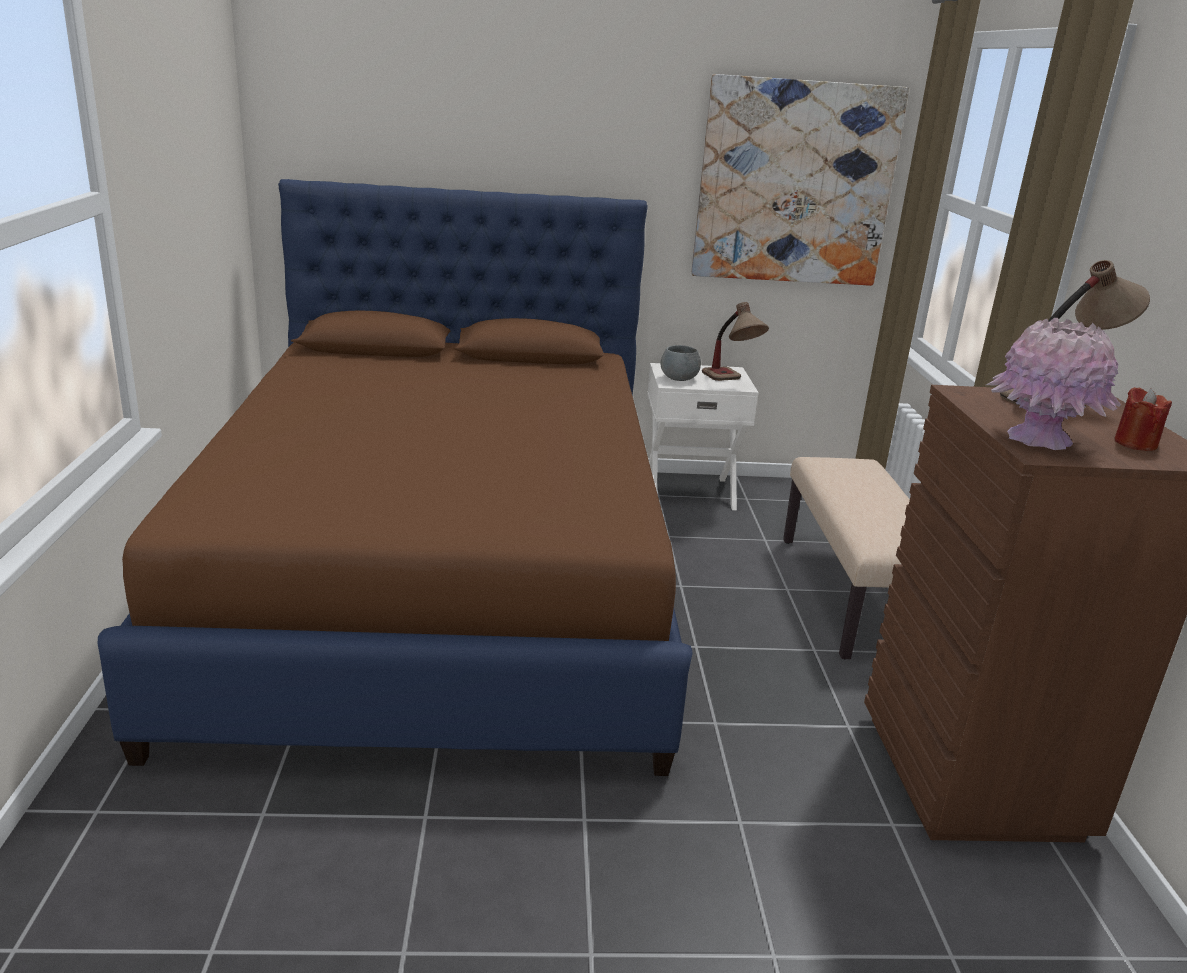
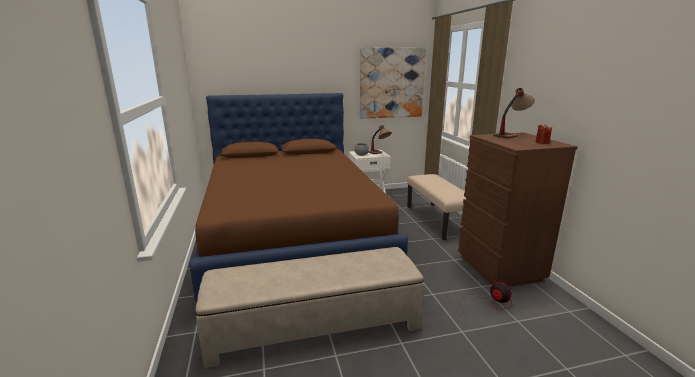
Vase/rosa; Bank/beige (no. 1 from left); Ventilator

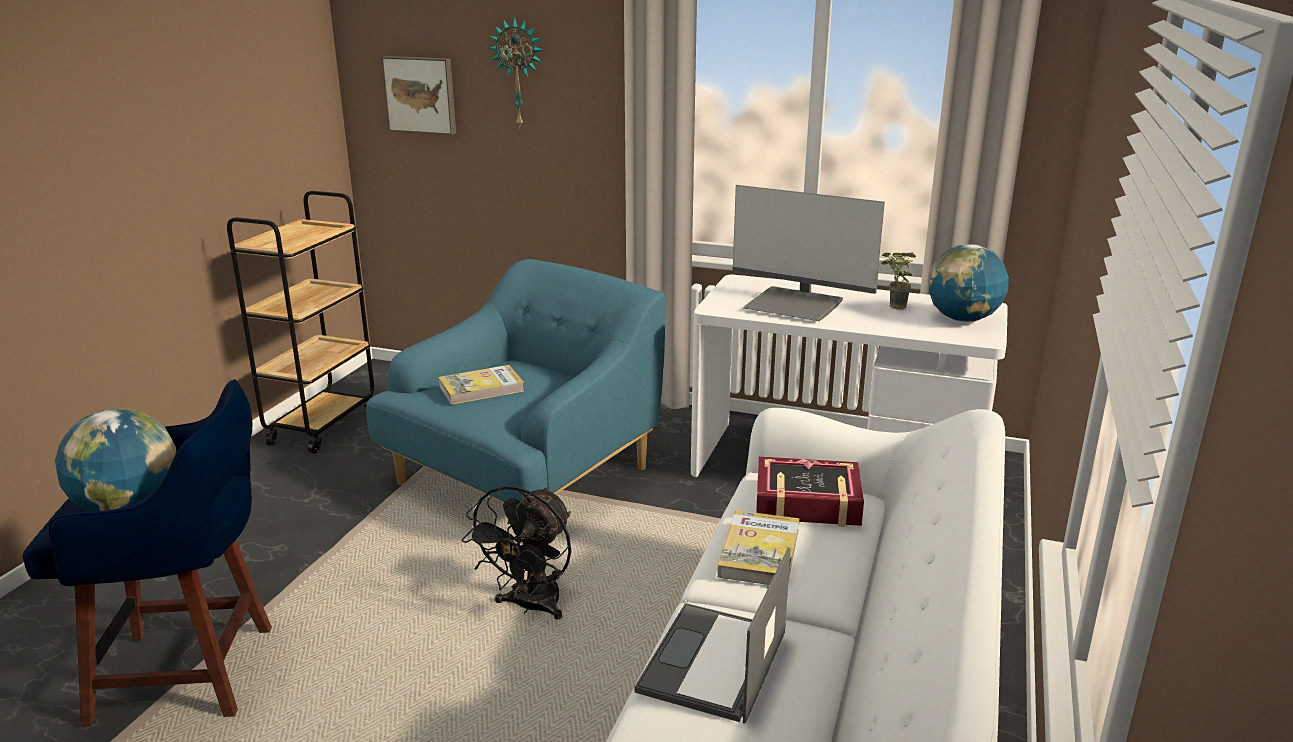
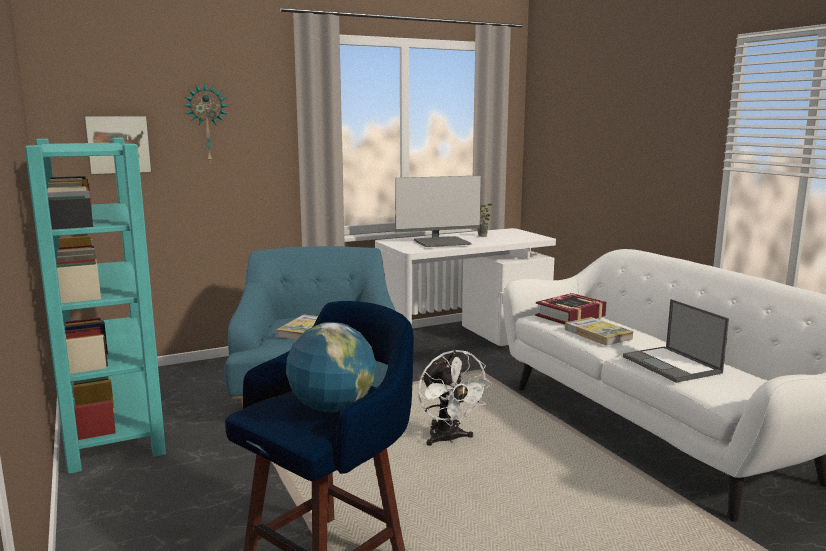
Bücherregal/türkis; Ventilator/weiß; Globus (no. 2 from left in the first image)

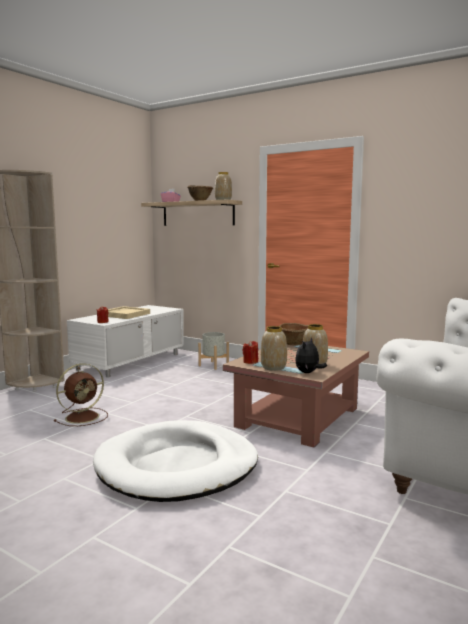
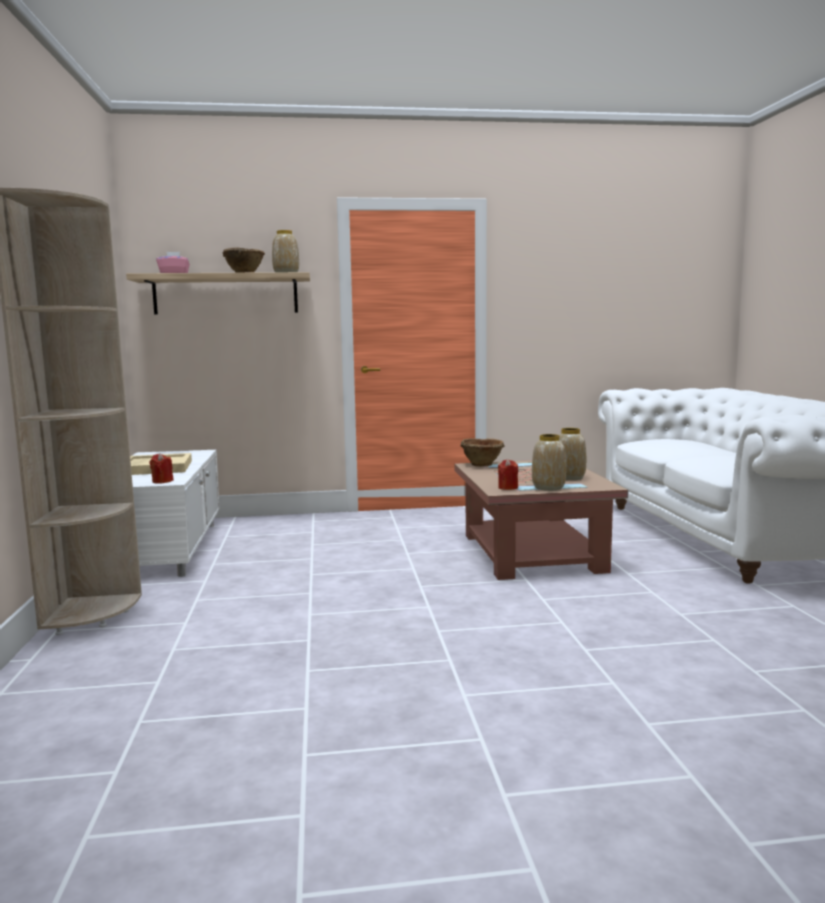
Ventilator/braun; Hundebett/weiß; Pflanzkübel/grau; Plüschtier

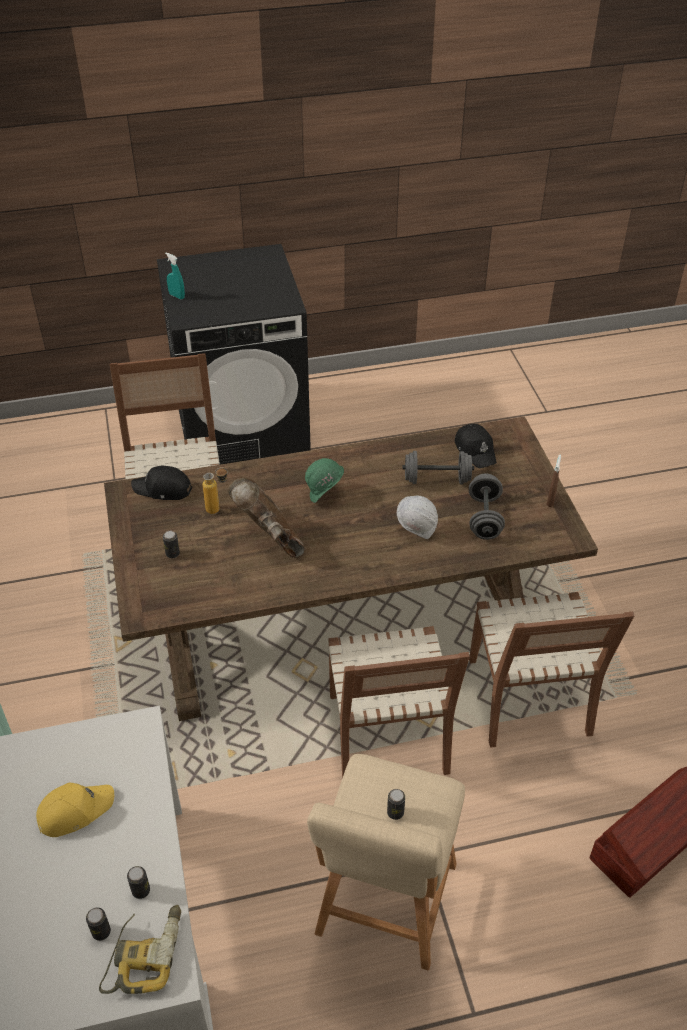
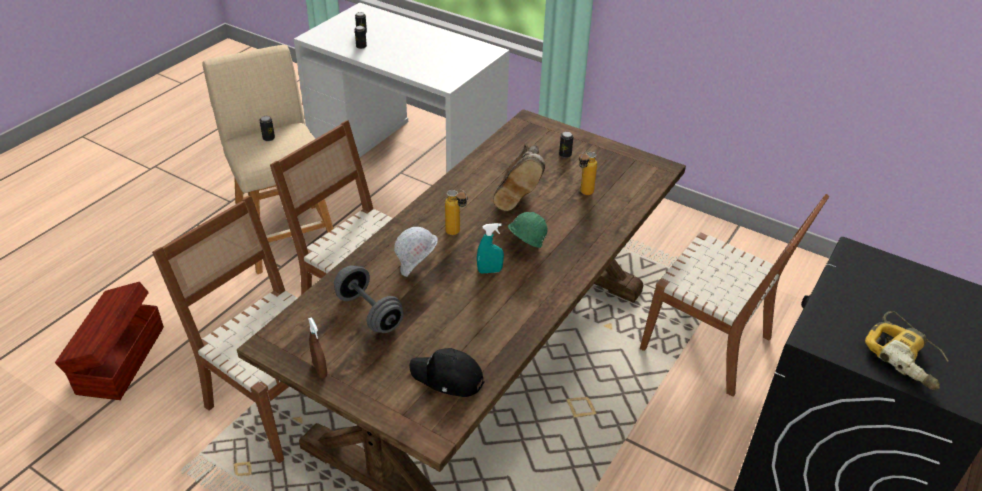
Kappe/gelb; Bohrmaschine; Kappe/schwarz (no. 1 from left in the first image); Sprühflasche/türkis; Stiefel/braun; Hantel/grau (no. 1 from left in the first image); Flasche (no. 1 from left)

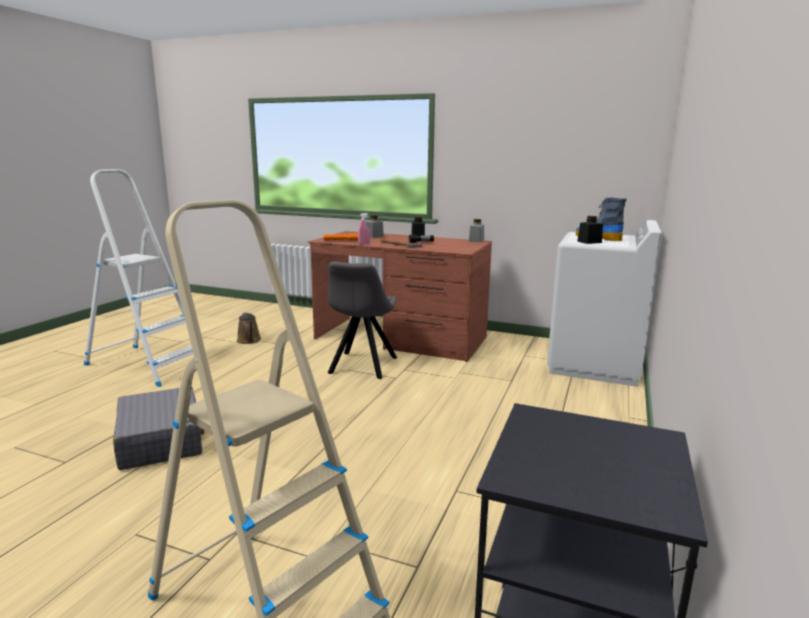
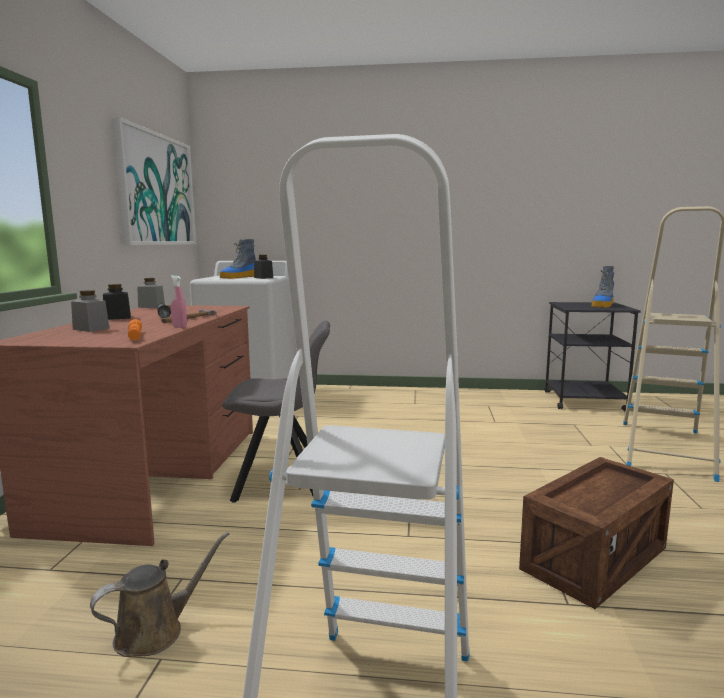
Kiste; Bild; Stiefel (no. 2 from left)

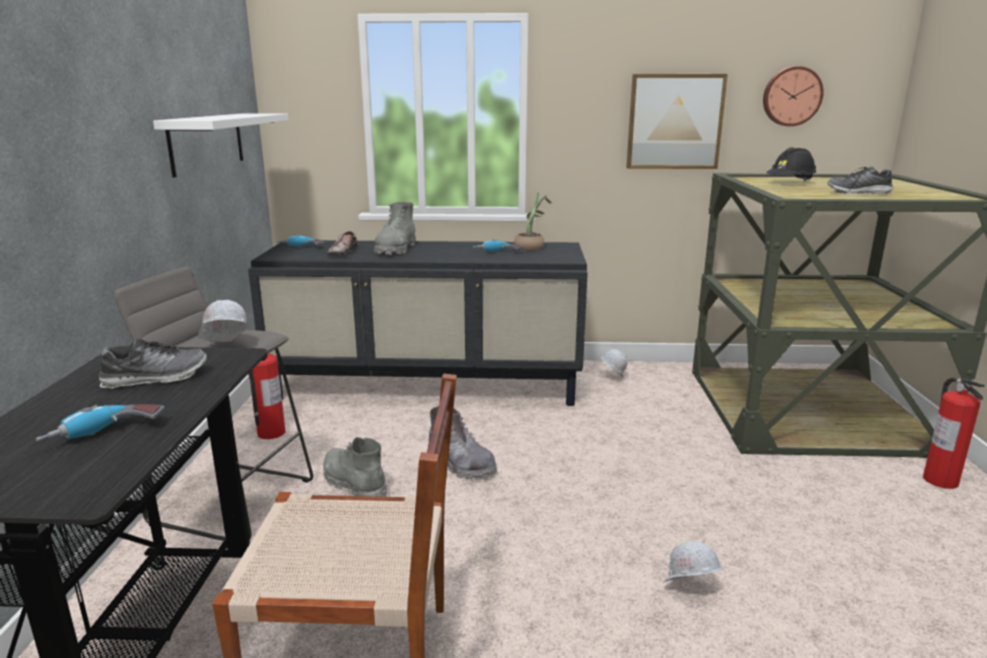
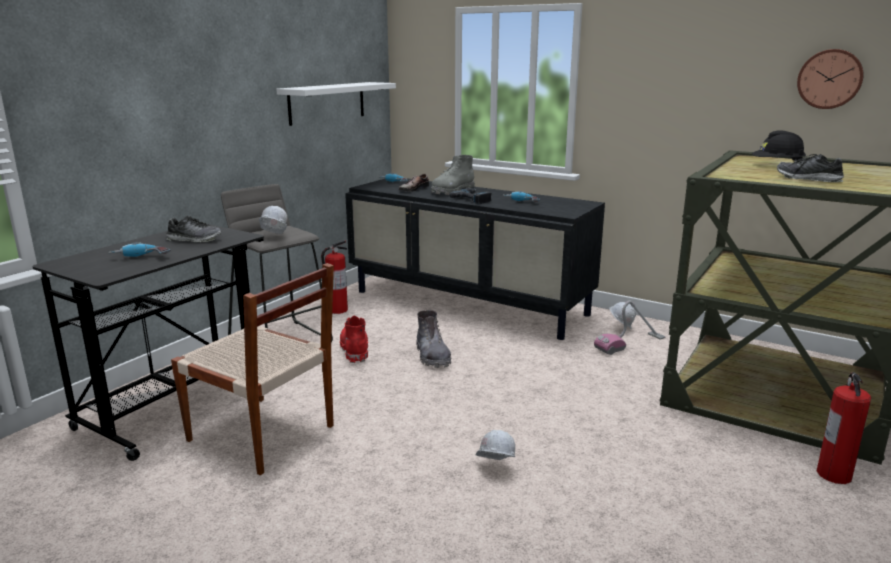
Stiefel/rot; Topfpflanze; Bild; Bohrmaschine (no. 3 from left); Staubsauger

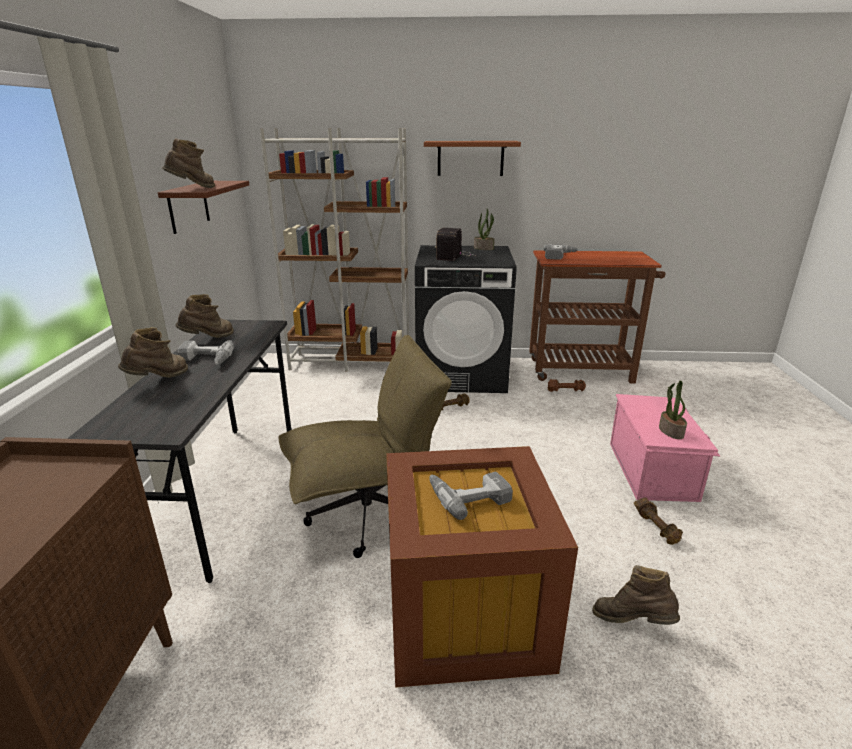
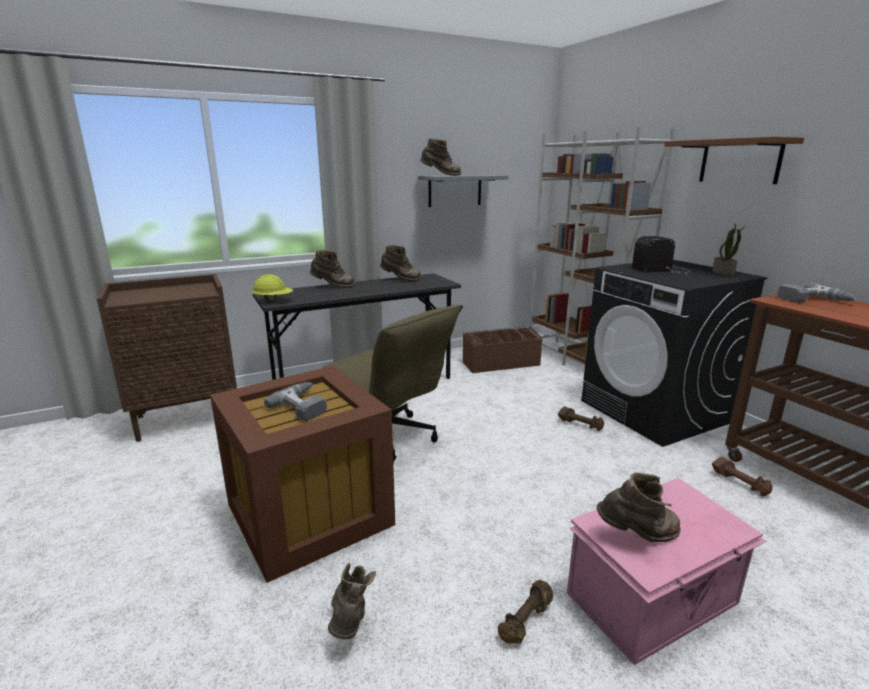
Wandregal/grau; Bohrmaschine (no. 1 from left in the first image); Stiefel/braun (no. 5 from left); Schutzhelm/gelb; Aufbewahrungsbox/braun (no. 2 from left)

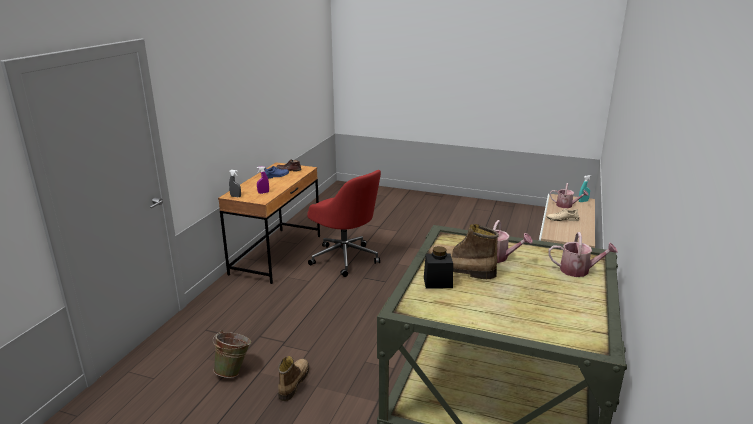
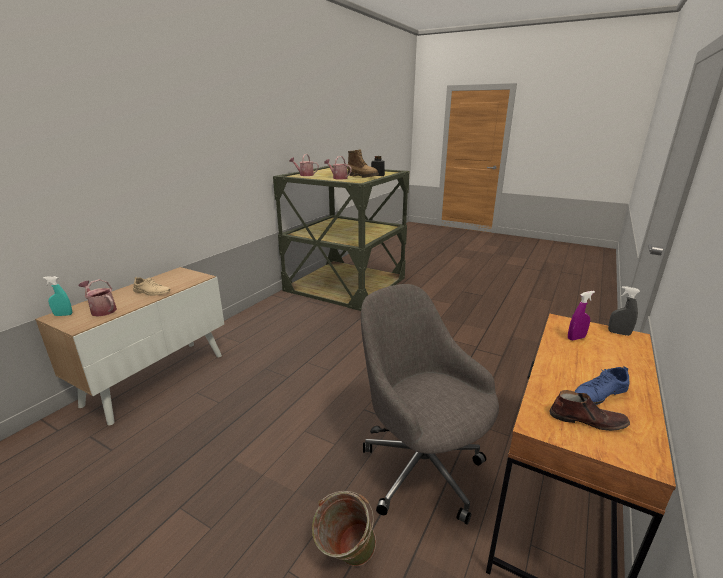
Eimer/grün; Stiefel (no. 1 from left in the first image); Bürostuhl/grau

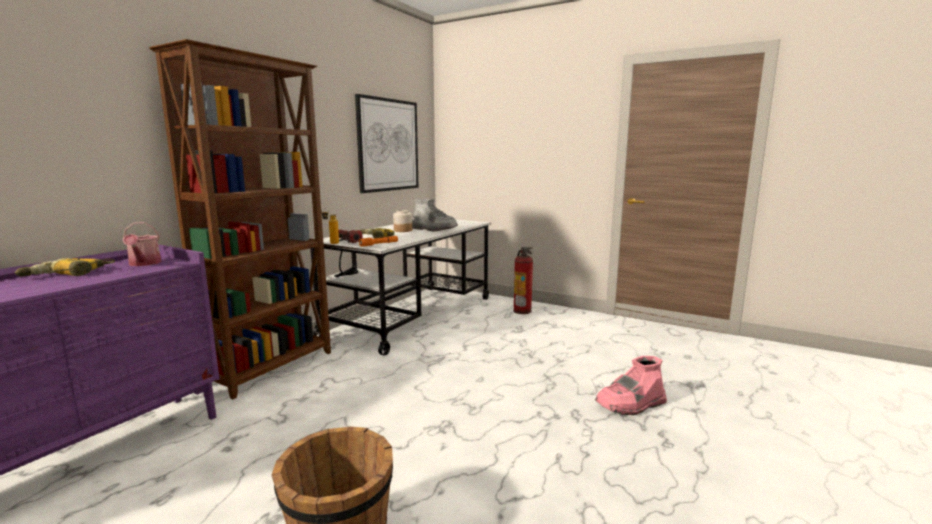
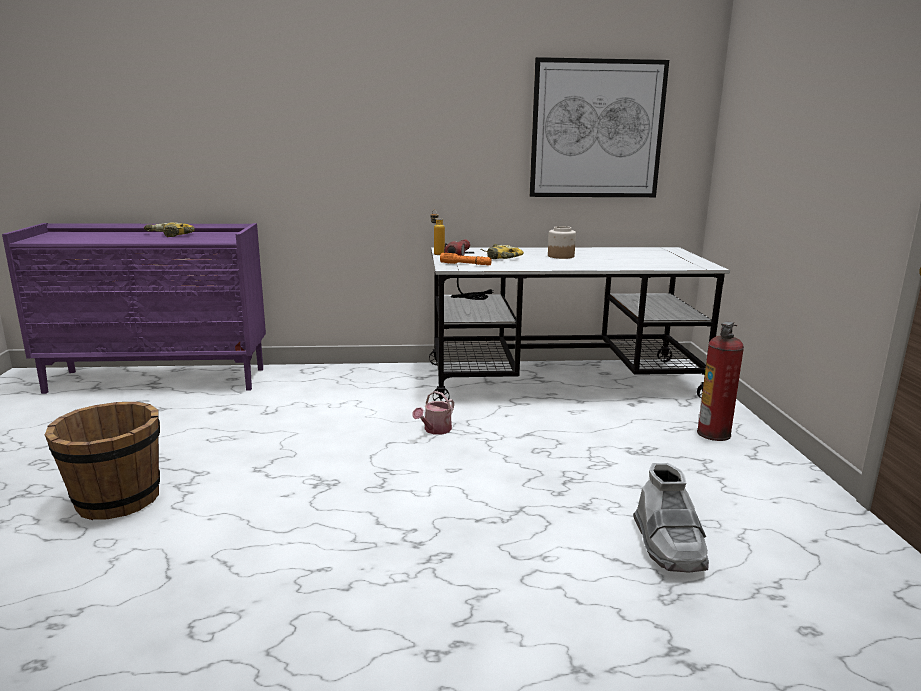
Gießkanne; Bücherregal/braun; Stiefel/grau; Stiefel/rosa

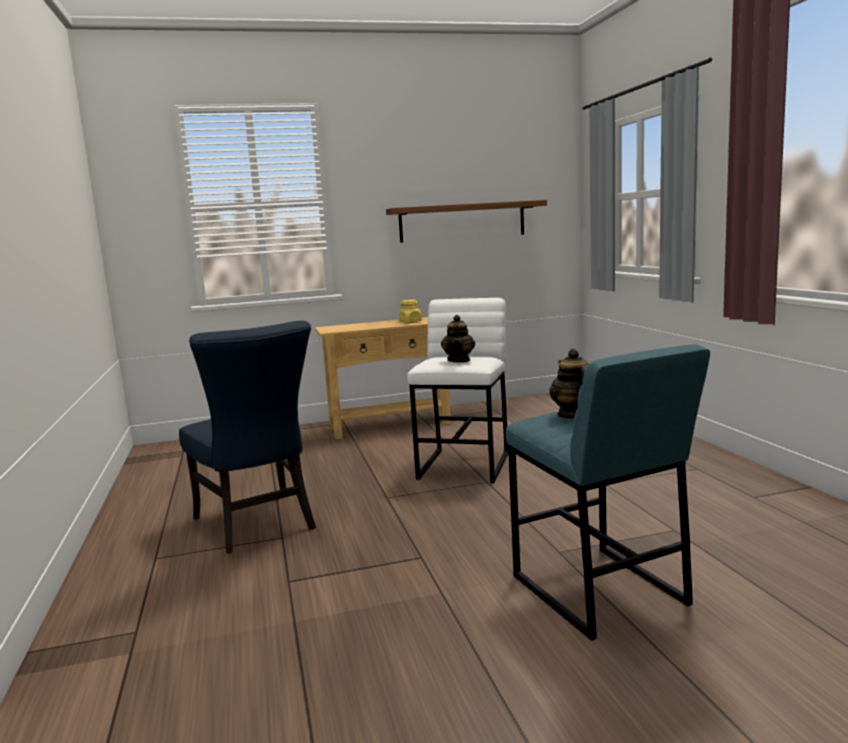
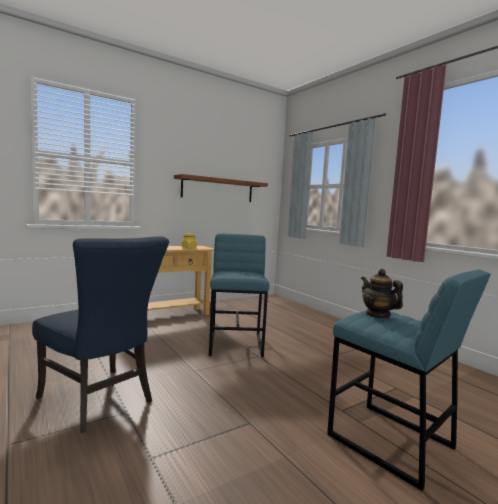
Hocker/blau (no. 1 from left); Teekanne (no. 1 from left in the first image)

